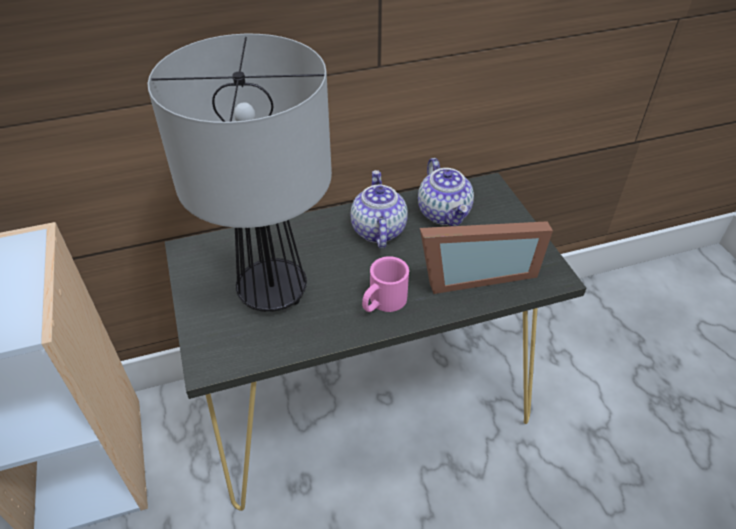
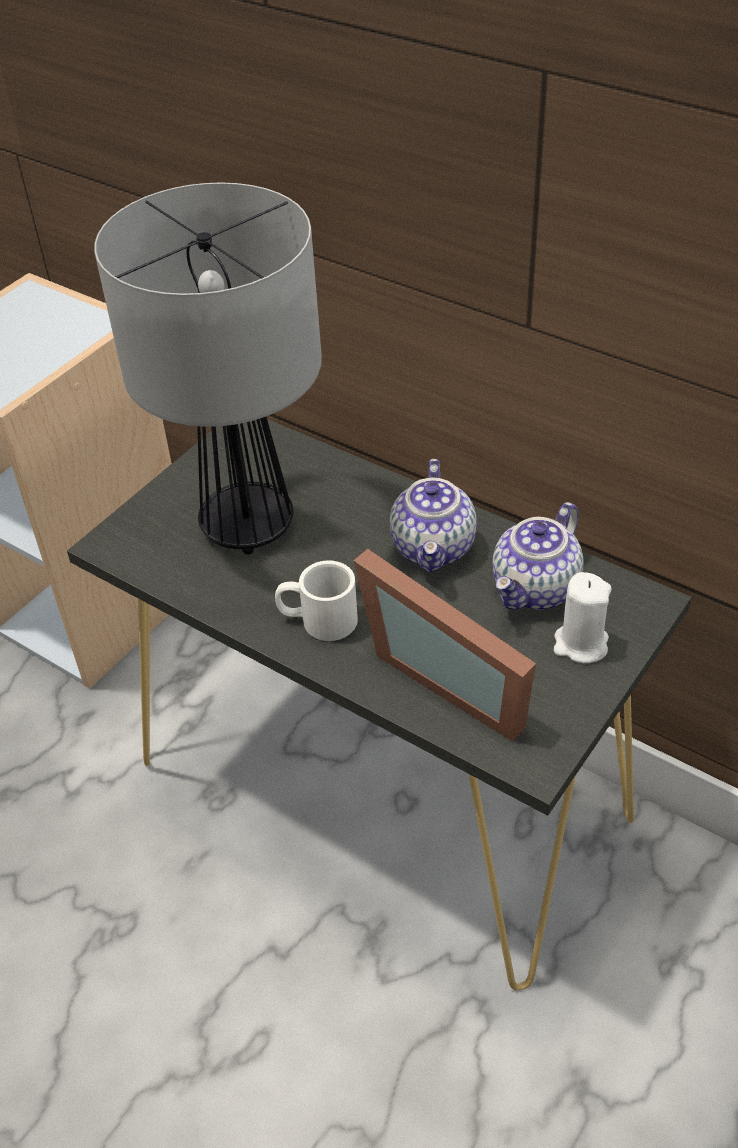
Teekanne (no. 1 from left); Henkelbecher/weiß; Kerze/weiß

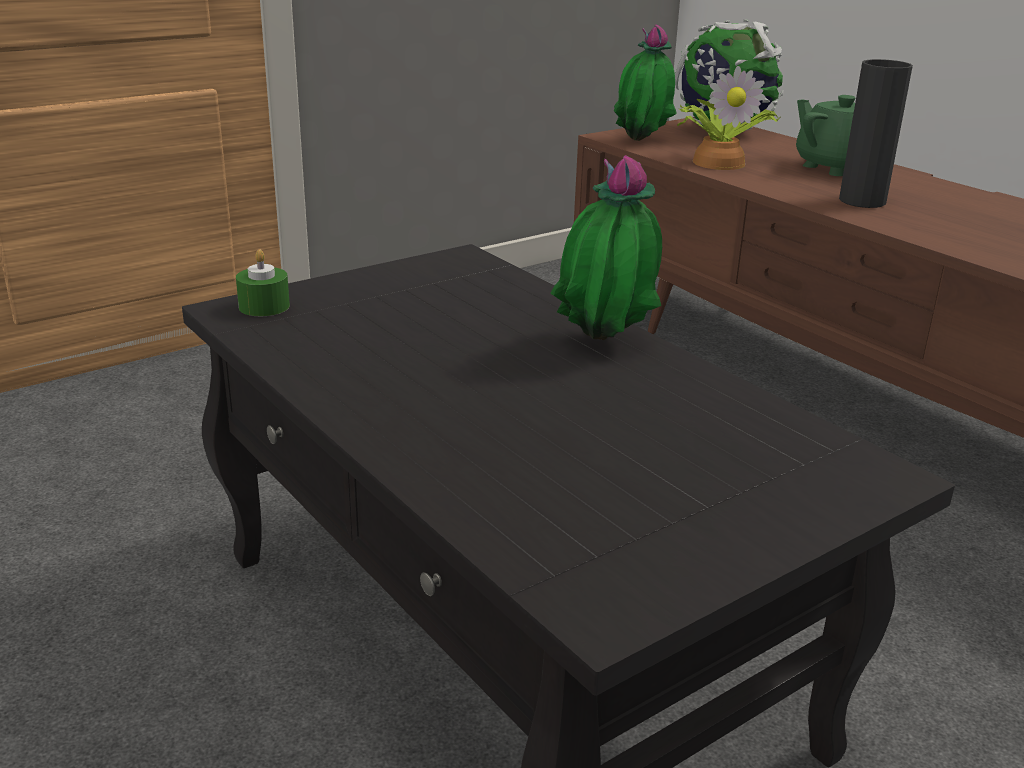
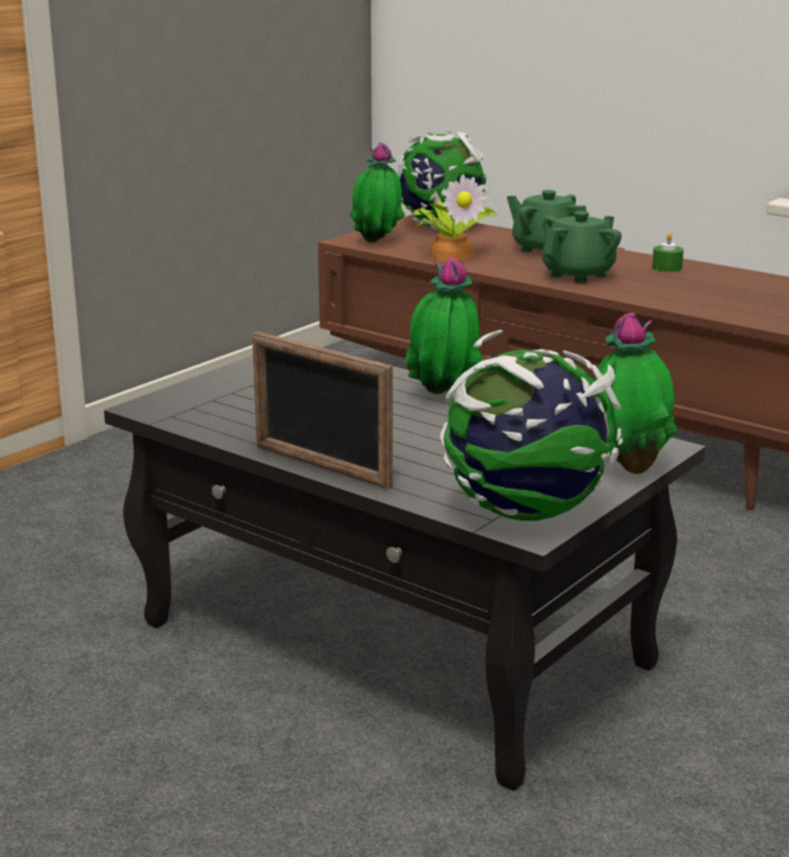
Kerze/grün; Teekanne/grün (no. 2 from left); Bilderrahmen; Globus (no. 2 from left); Topfpflanze (no. 4 from left)

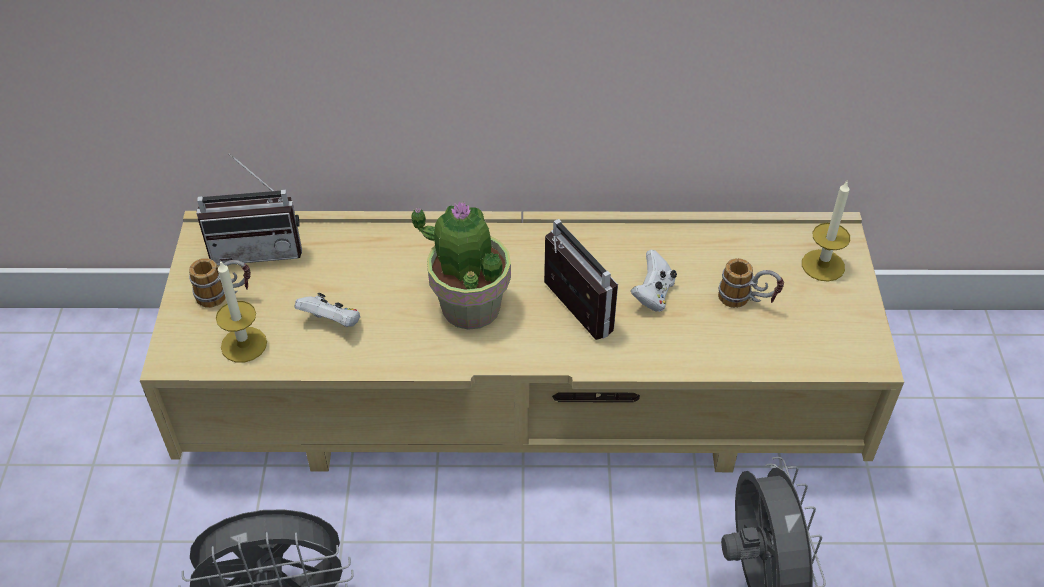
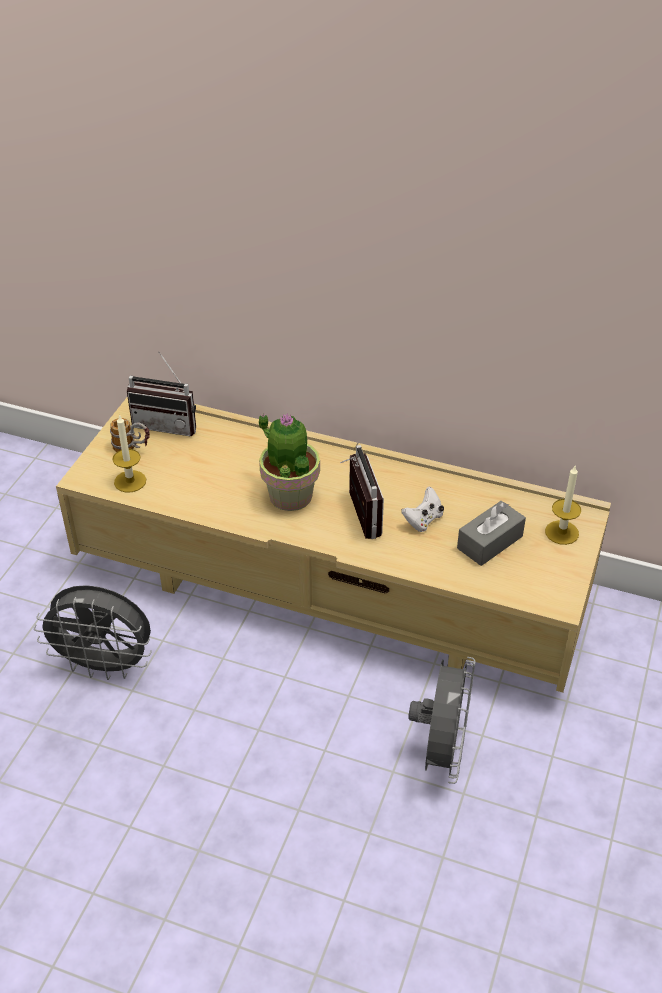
Gamepad/weiß (no. 1 from left in the first image); Taschentuchbox/grau

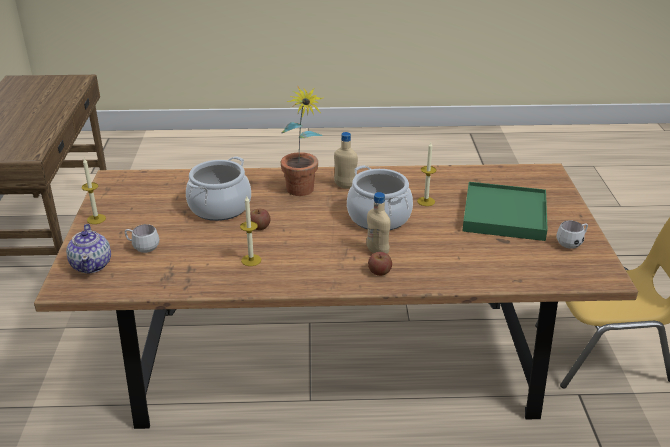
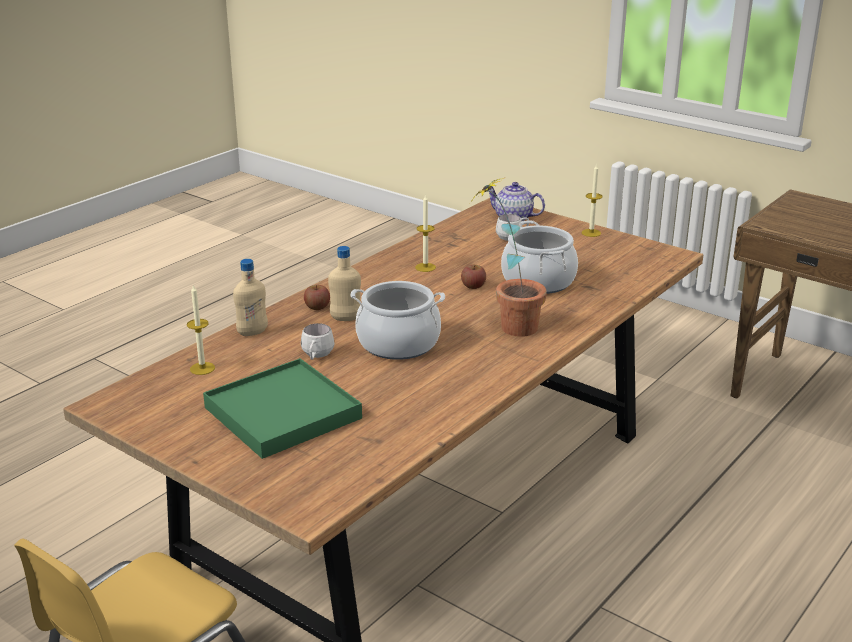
Flasche/beige (no. 1 from left); Kerze (no. 1 from left); Henkelbecher/weiß (no. 1 from left)

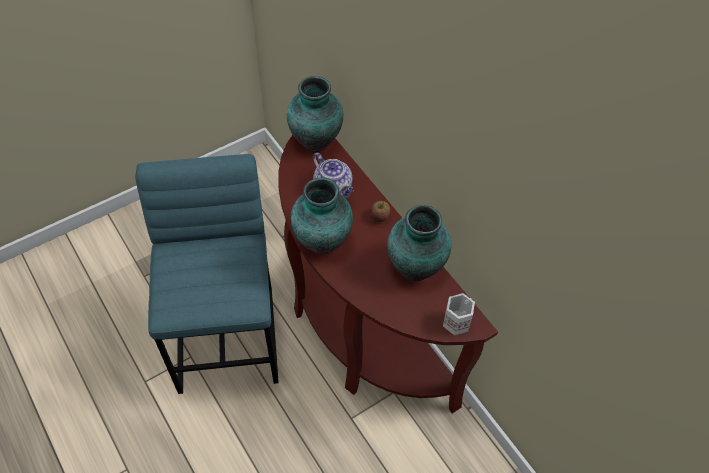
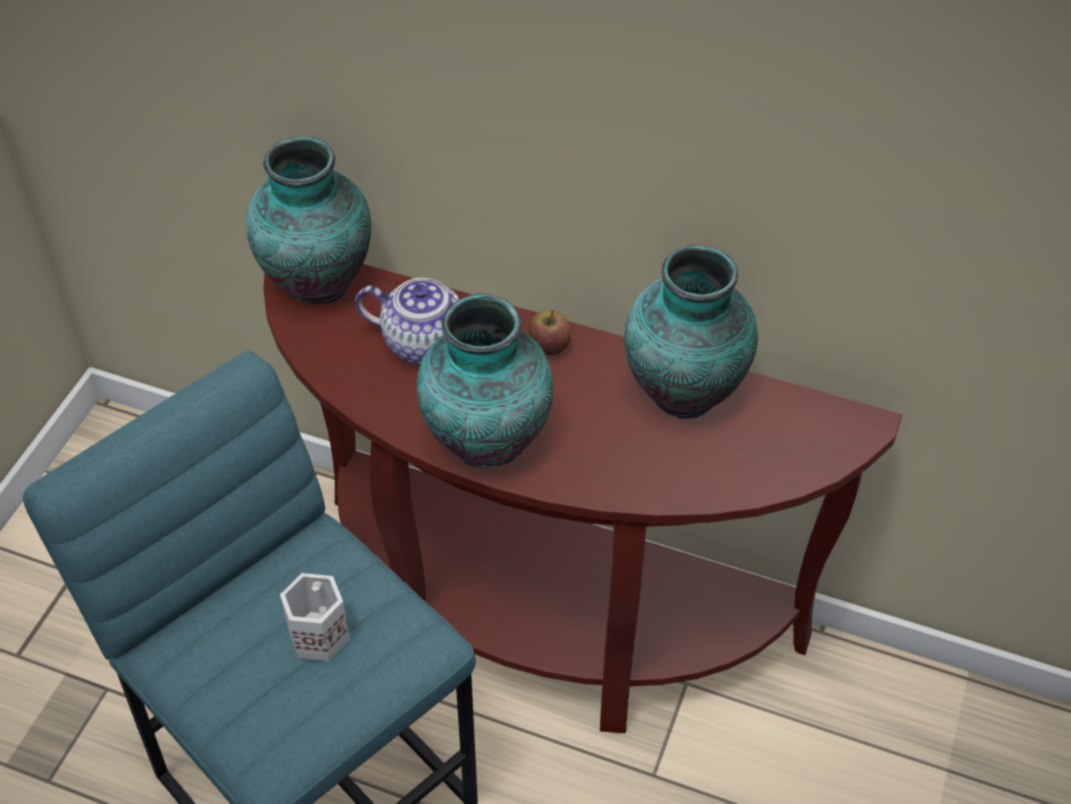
Henkelbecher/weiß

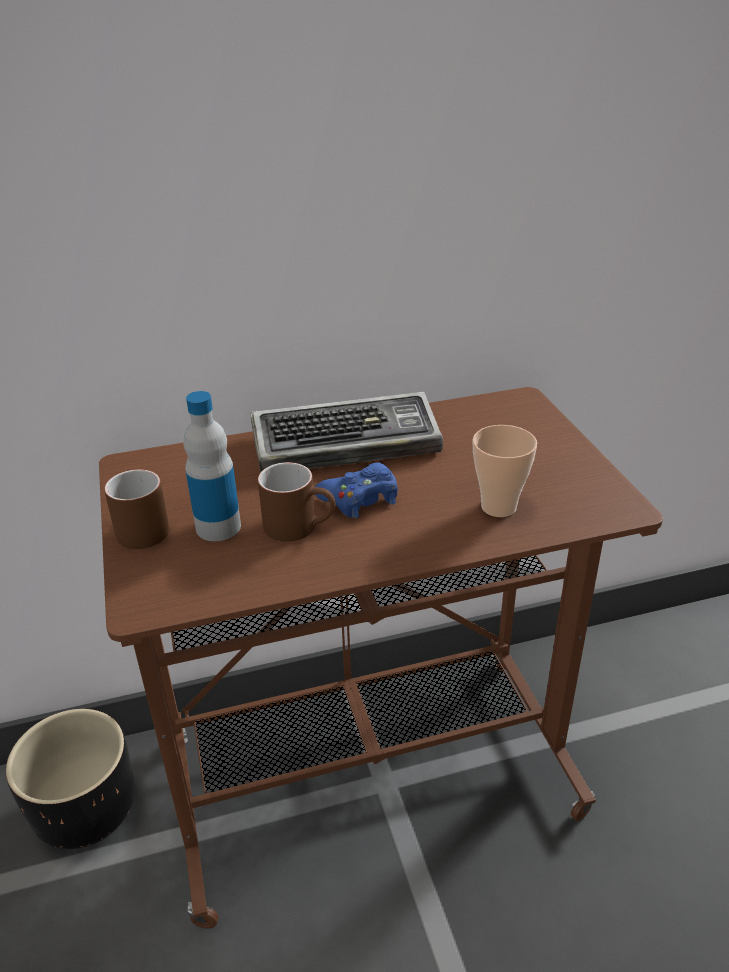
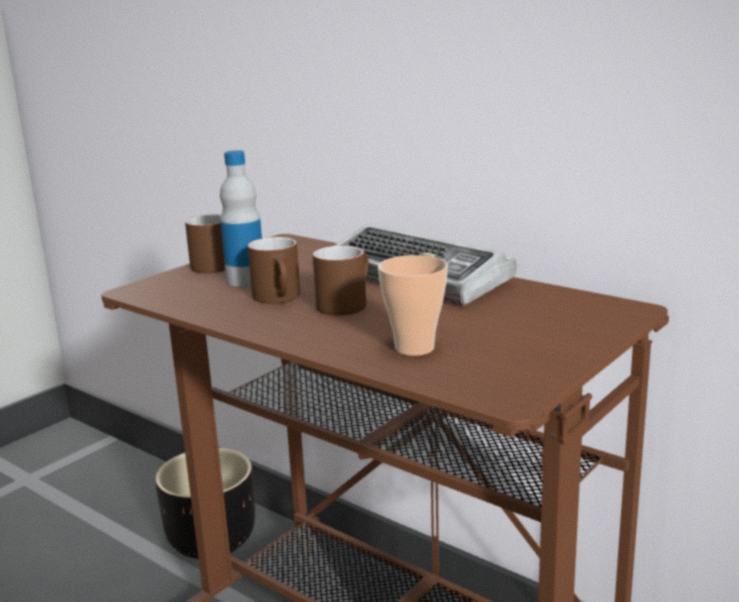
Henkelbecher/braun (no. 3 from left)

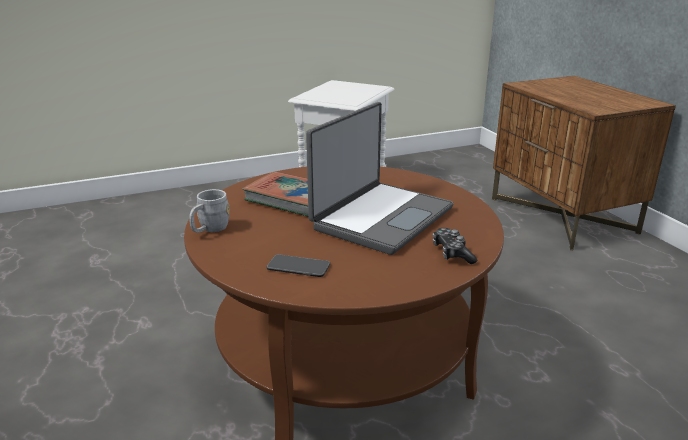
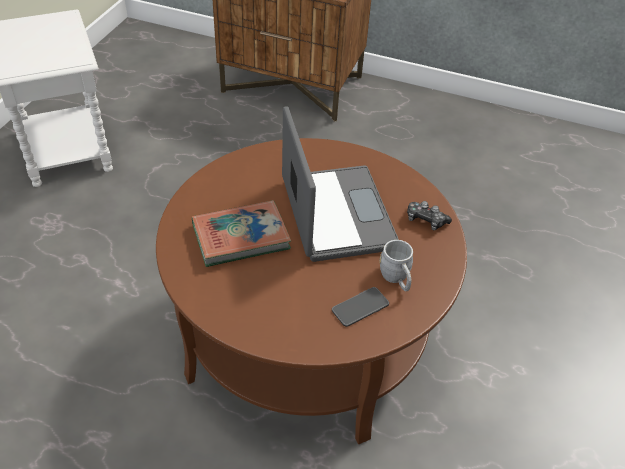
Henkelbecher/grau

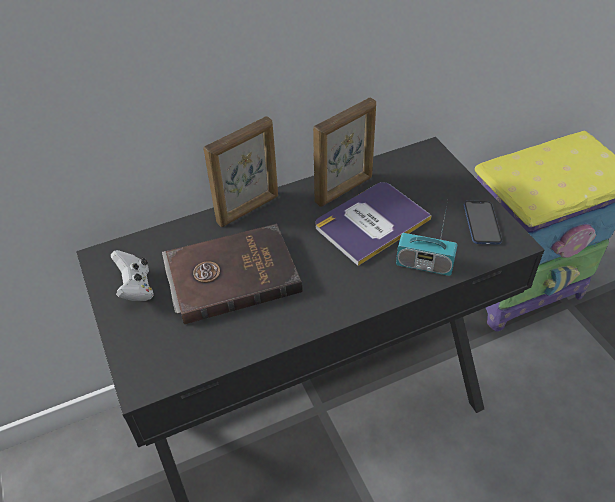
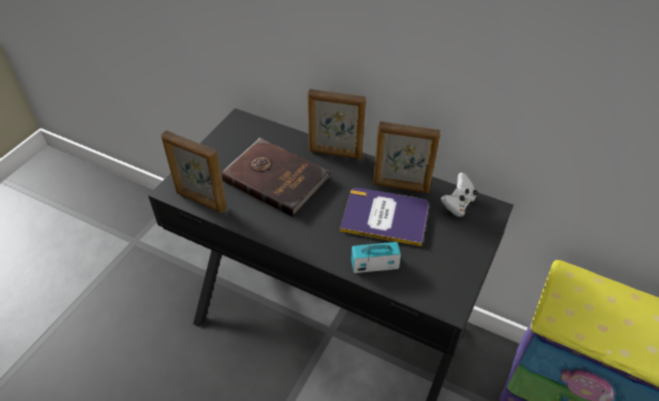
Gamepad/weiß; Radio; Handy; Bilderrahmen (no. 1 from left)

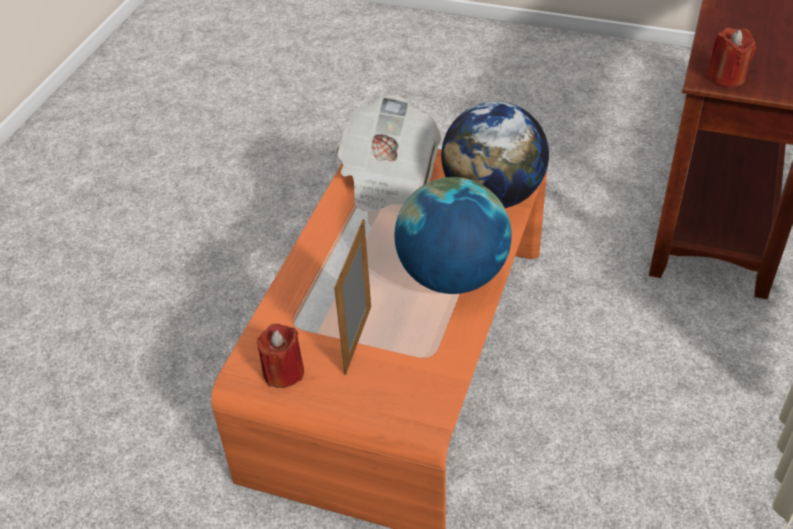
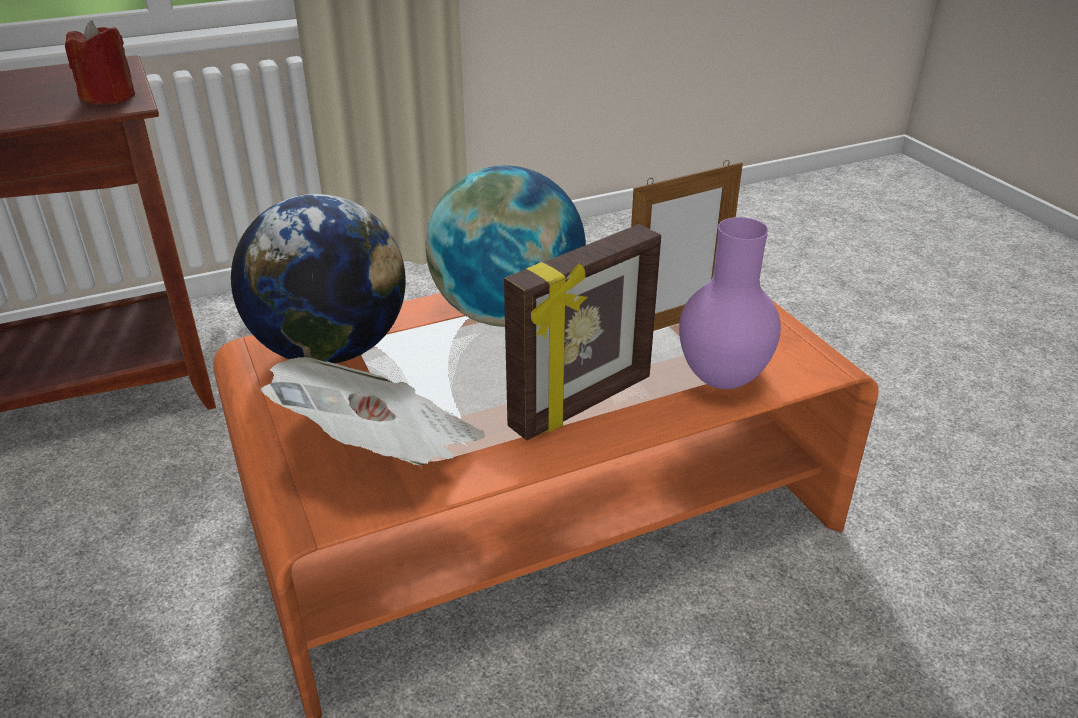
Kerze/rot (no. 1 from left in the first image); Bilderrahmen (no. 1 from left); Vase/lila

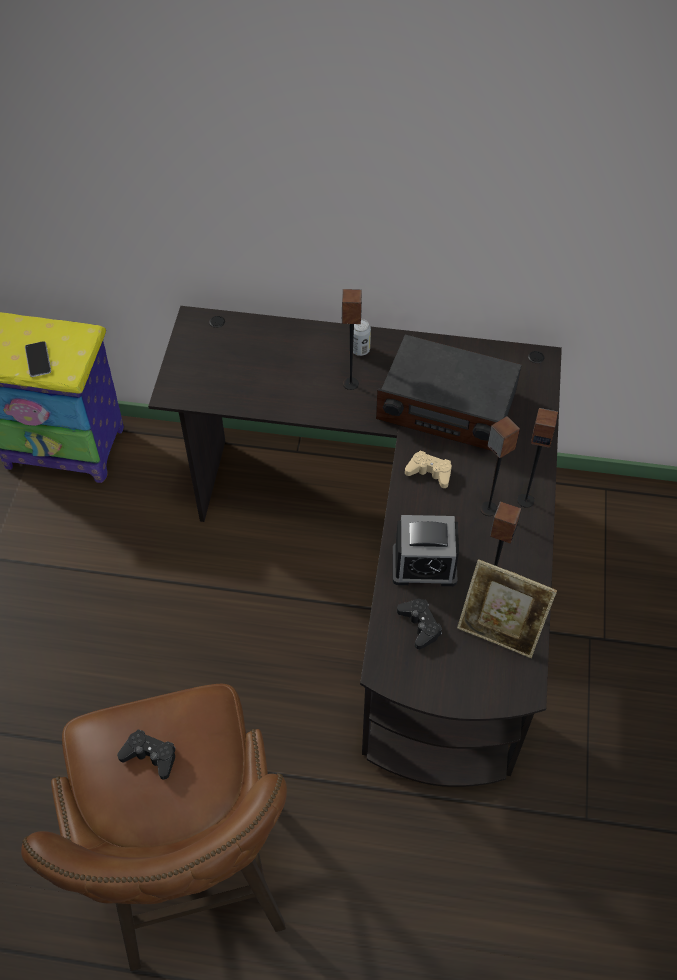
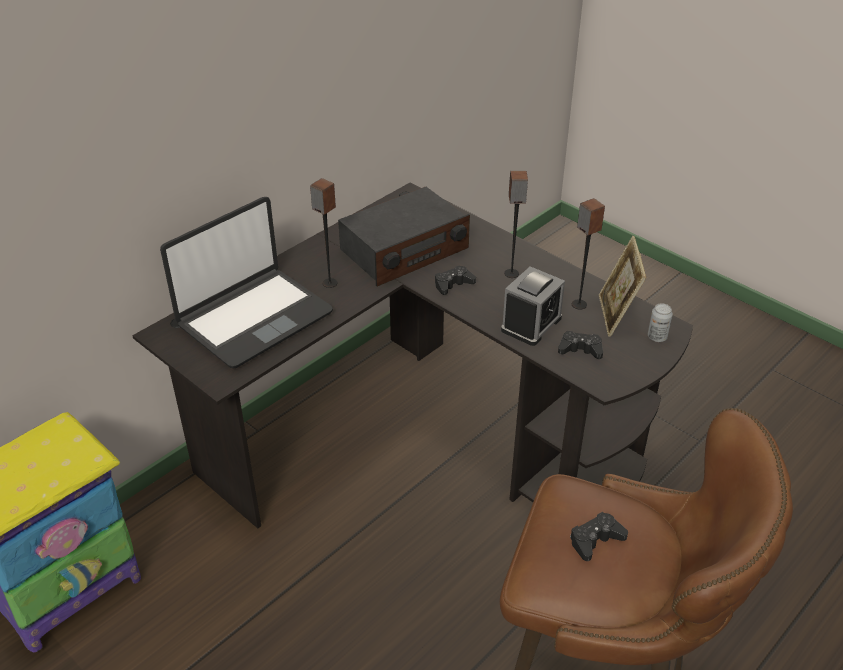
Handy; Dose; Gamepad/schwarz (no. 1 from left); Bilderrahmen; Lautsprecher (no. 4 from left in the first image); Laptop

